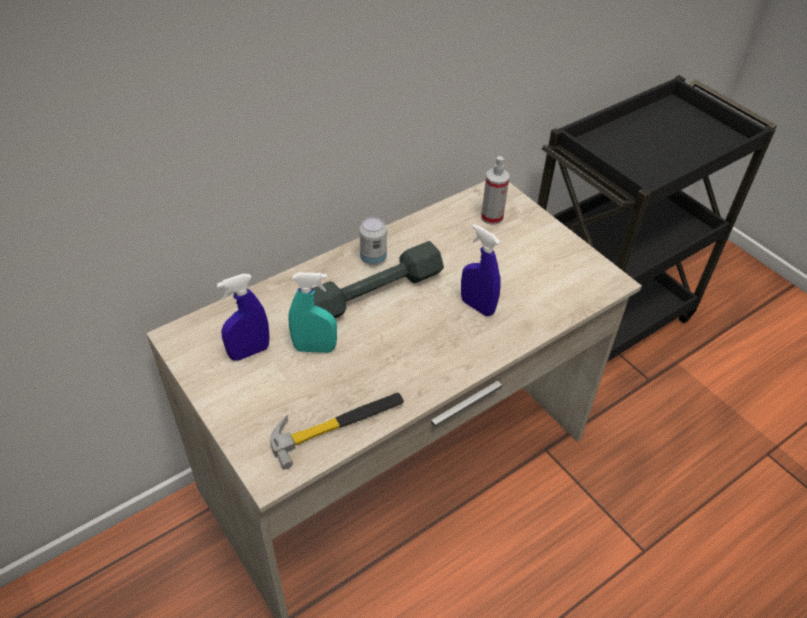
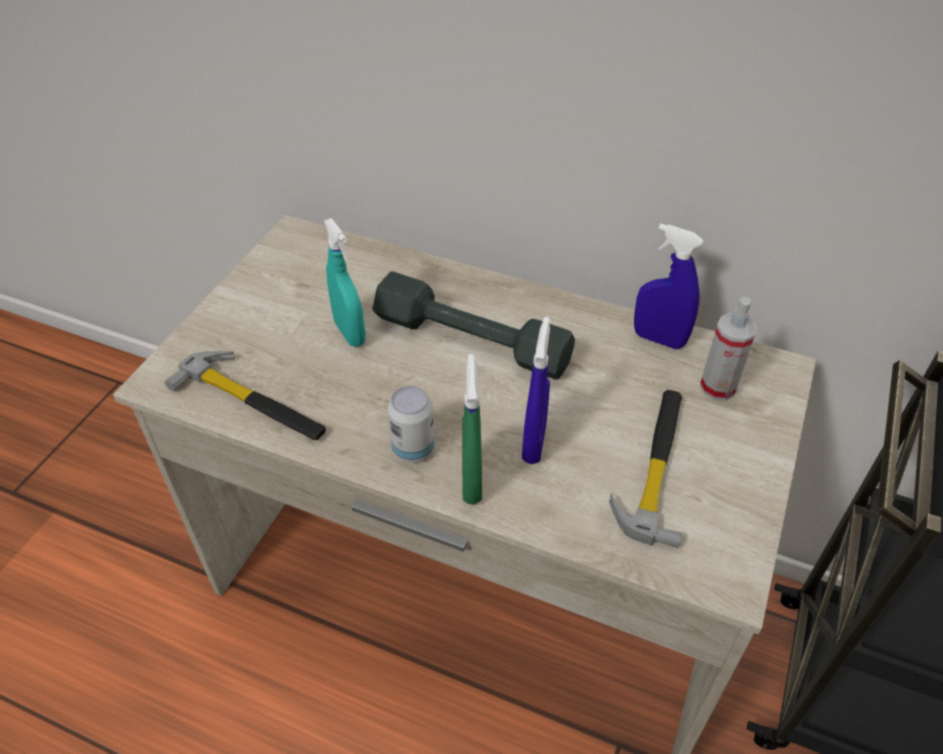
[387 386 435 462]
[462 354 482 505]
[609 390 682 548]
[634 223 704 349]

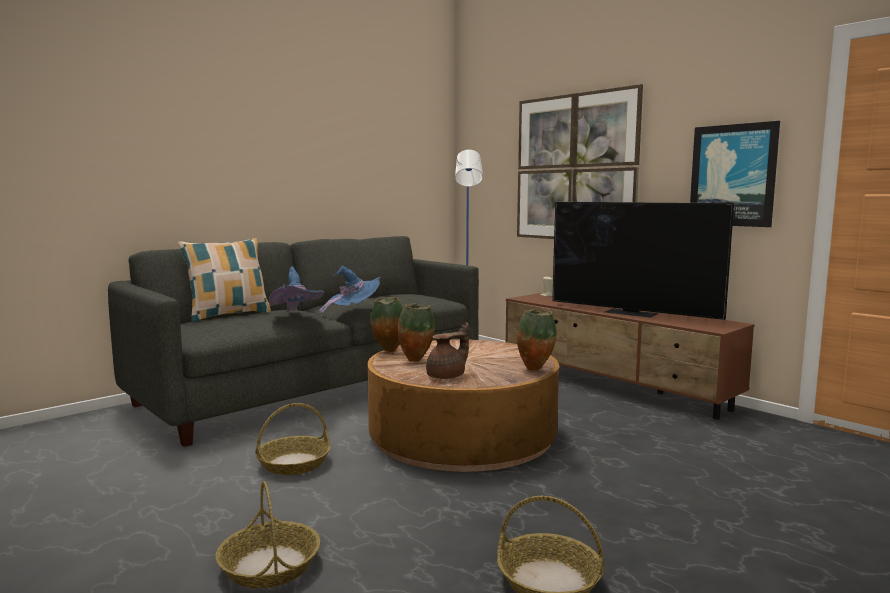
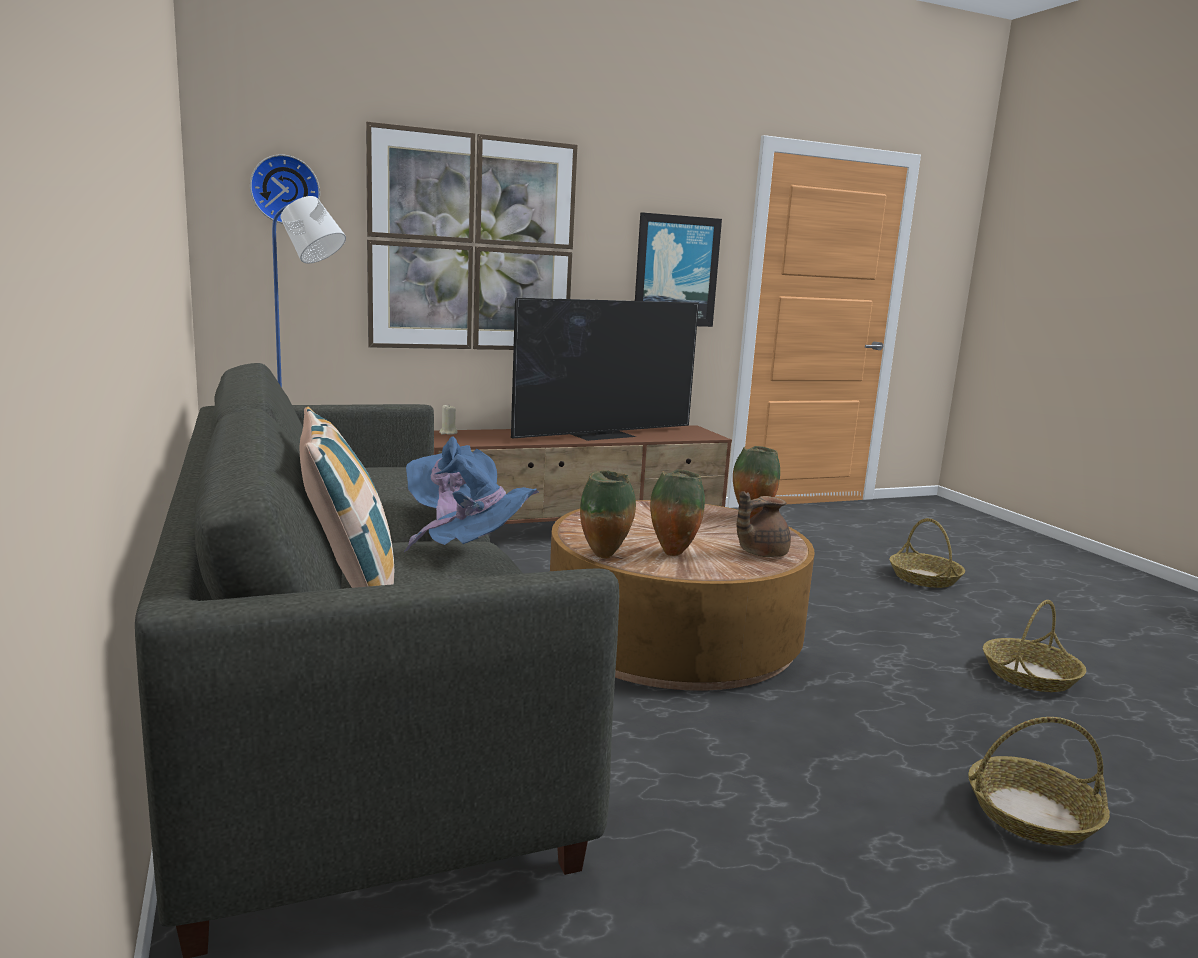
[250 154 320 224]
[737 491 791 557]
[889 518 965 588]

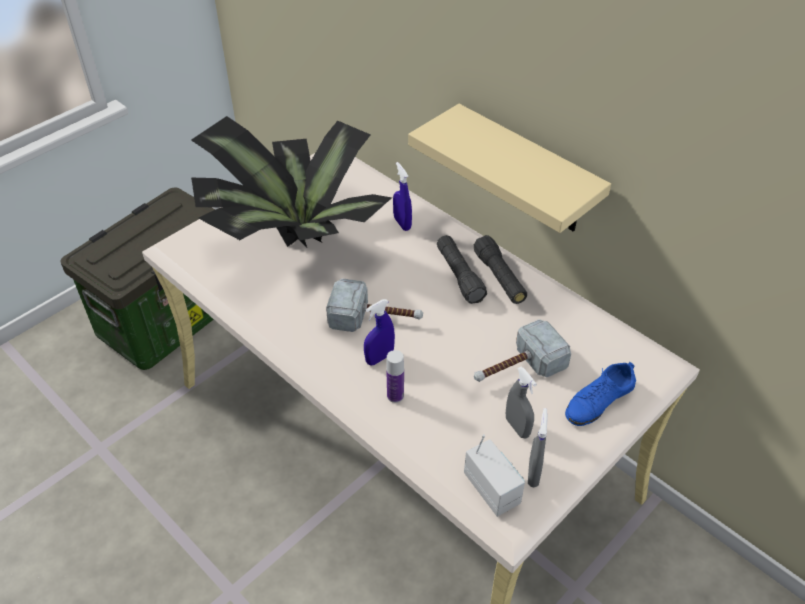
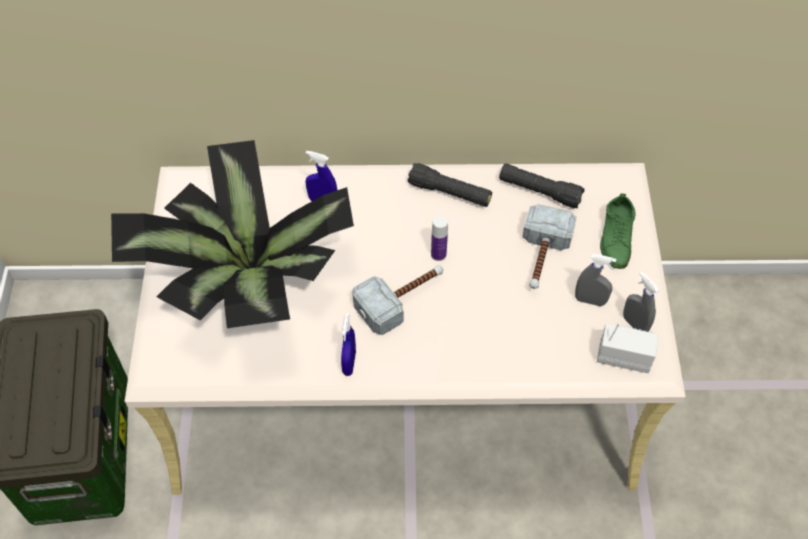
[341 314 356 376]
[431 215 448 261]
[499 163 584 208]
[600 193 635 269]
[408 104 611 233] (first image)

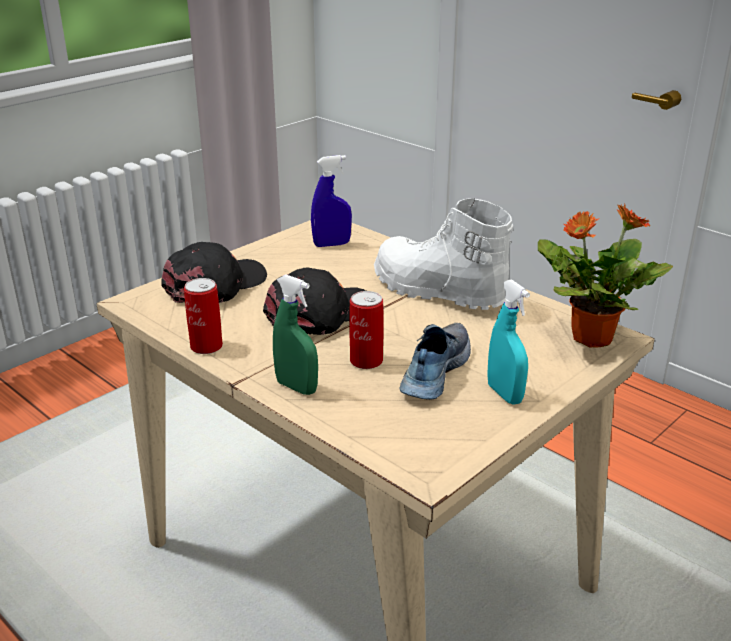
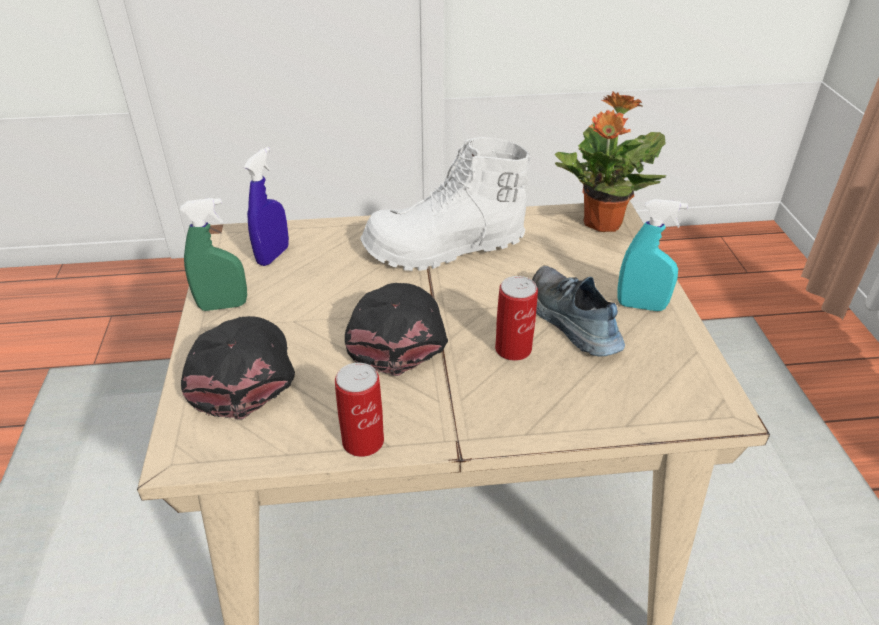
[180 198 247 311]

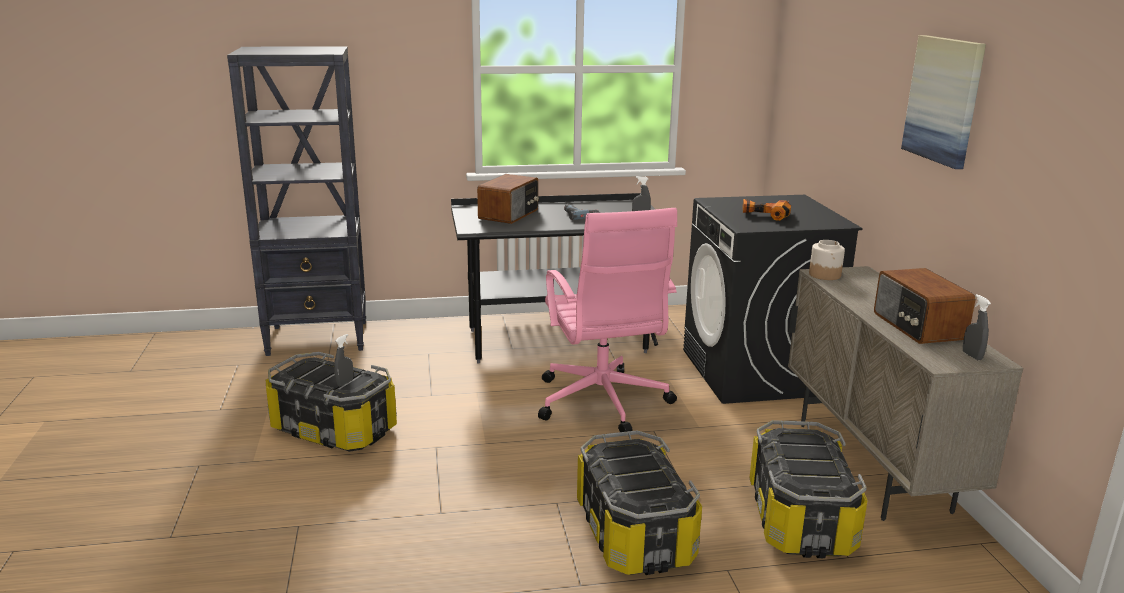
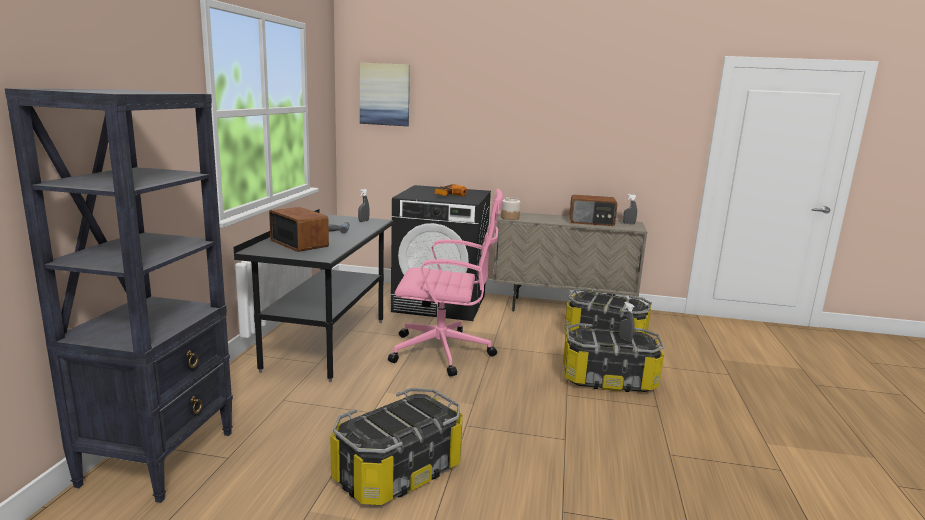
[360 63 410 126]
[619 302 635 342]

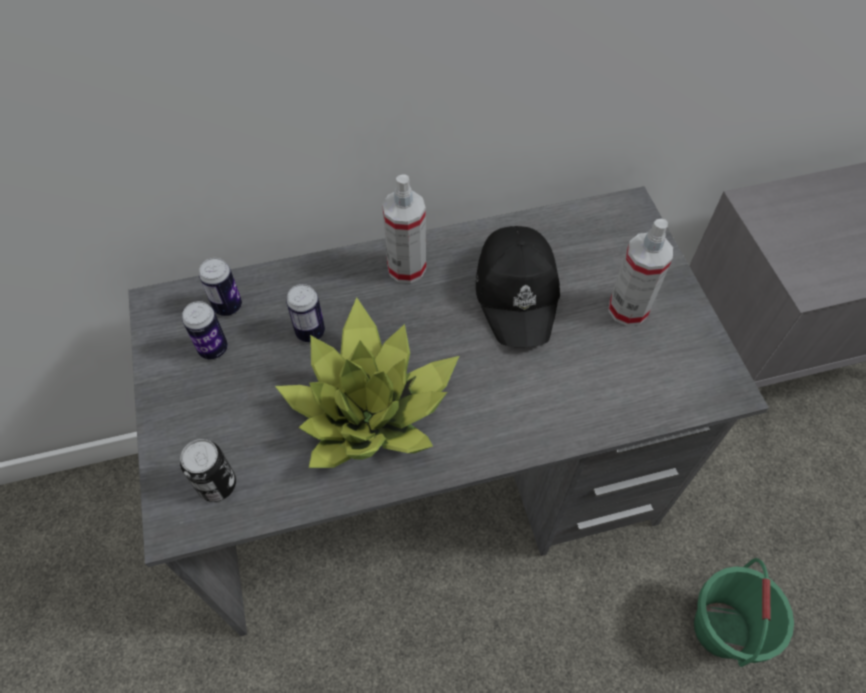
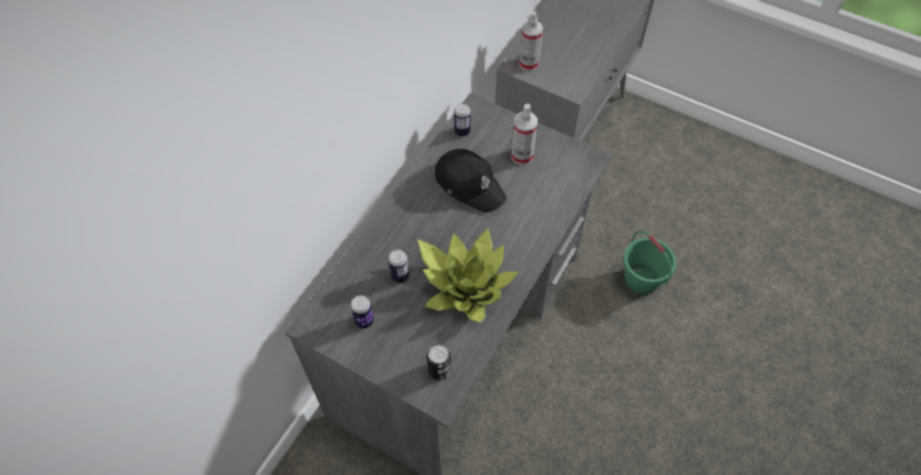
[454 103 471 137]
[519 11 543 71]

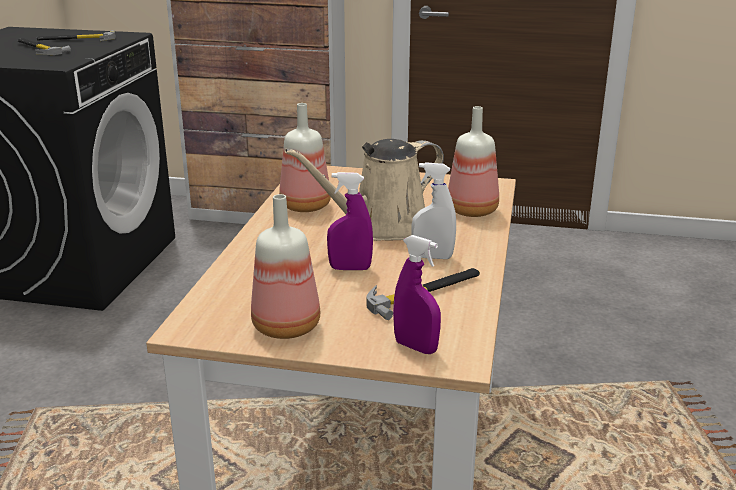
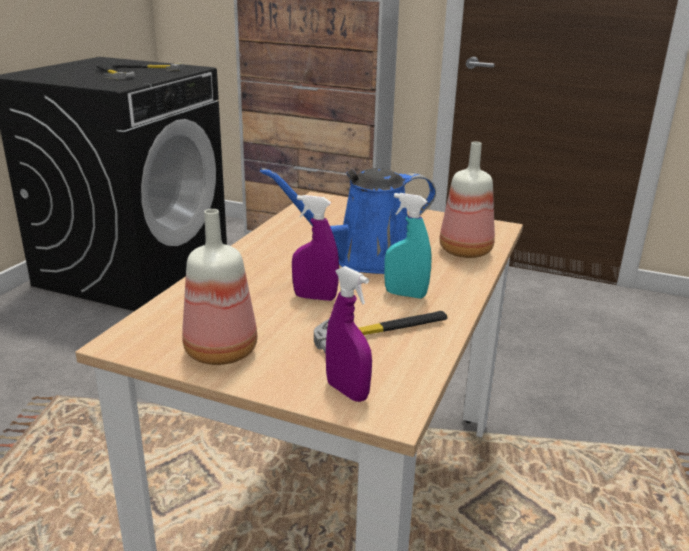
[260 168 436 274]
[384 193 432 298]
[279 103 331 212] (first image)

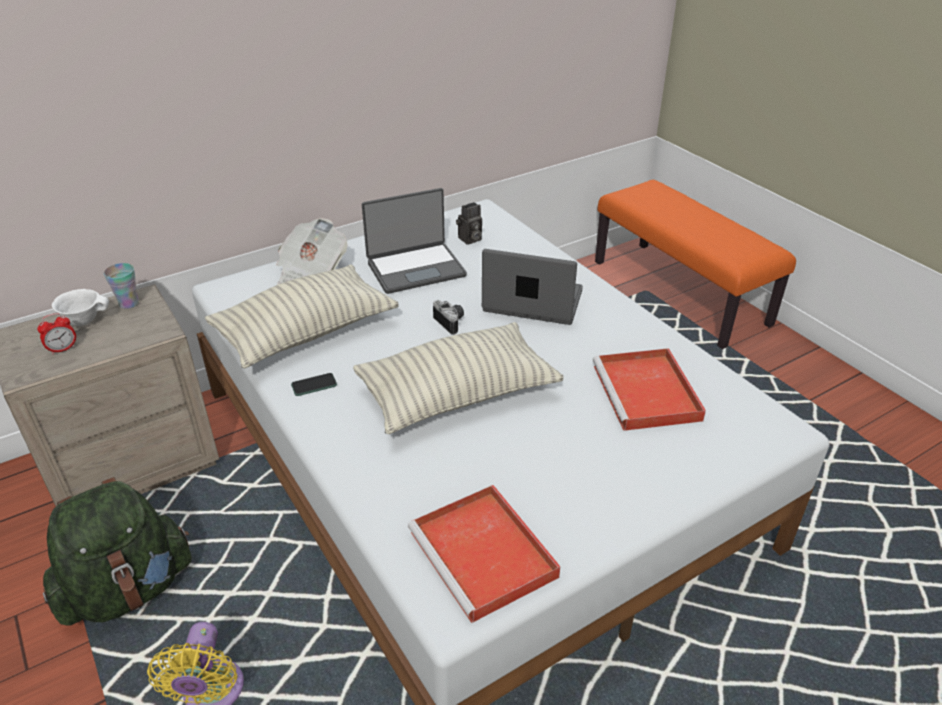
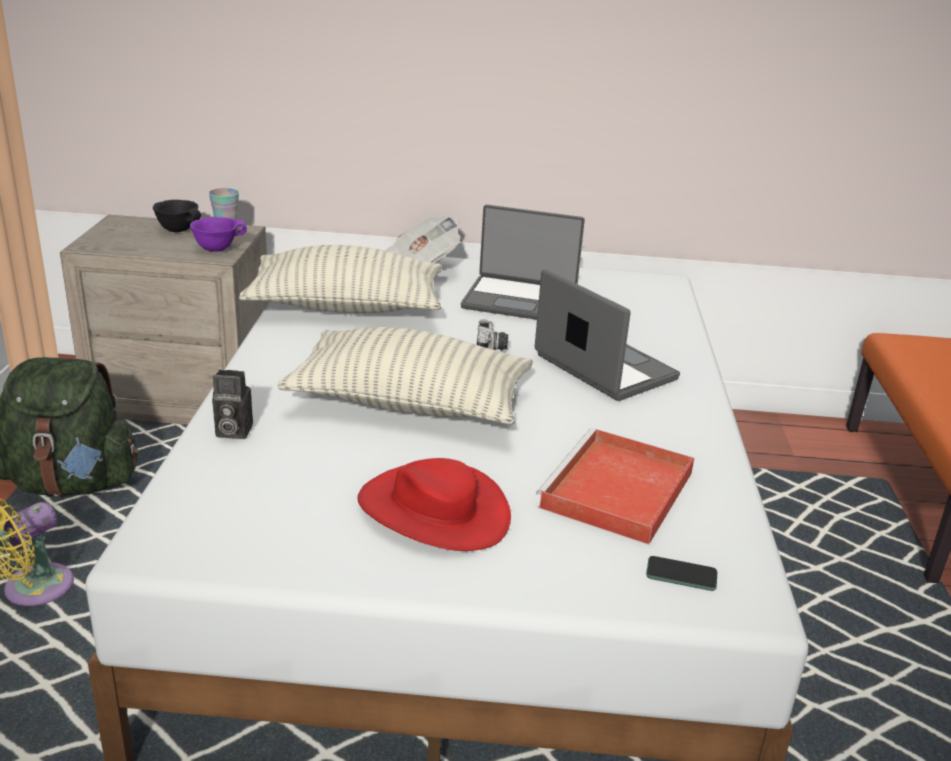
[153 200 201 232]
[190 217 247 252]
[212 370 253 439]
[357 458 511 551]
[646 556 717 591]
[37 313 76 354] (first image)
[408 485 560 623] (first image)

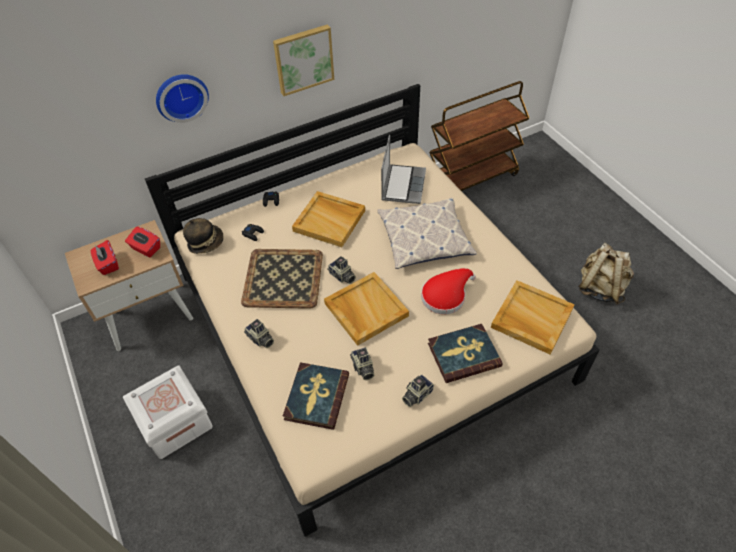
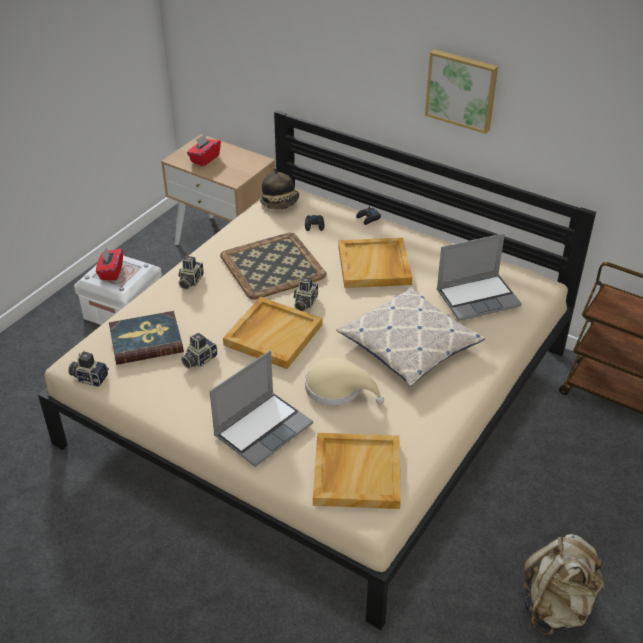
[68 350 109 387]
[96 247 123 280]
[210 350 313 467]
[305 358 384 406]
[156 74 209 123] (first image)

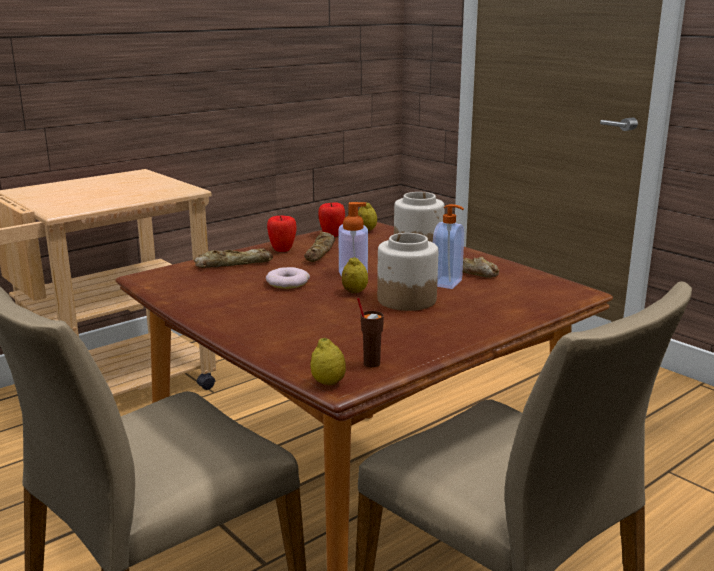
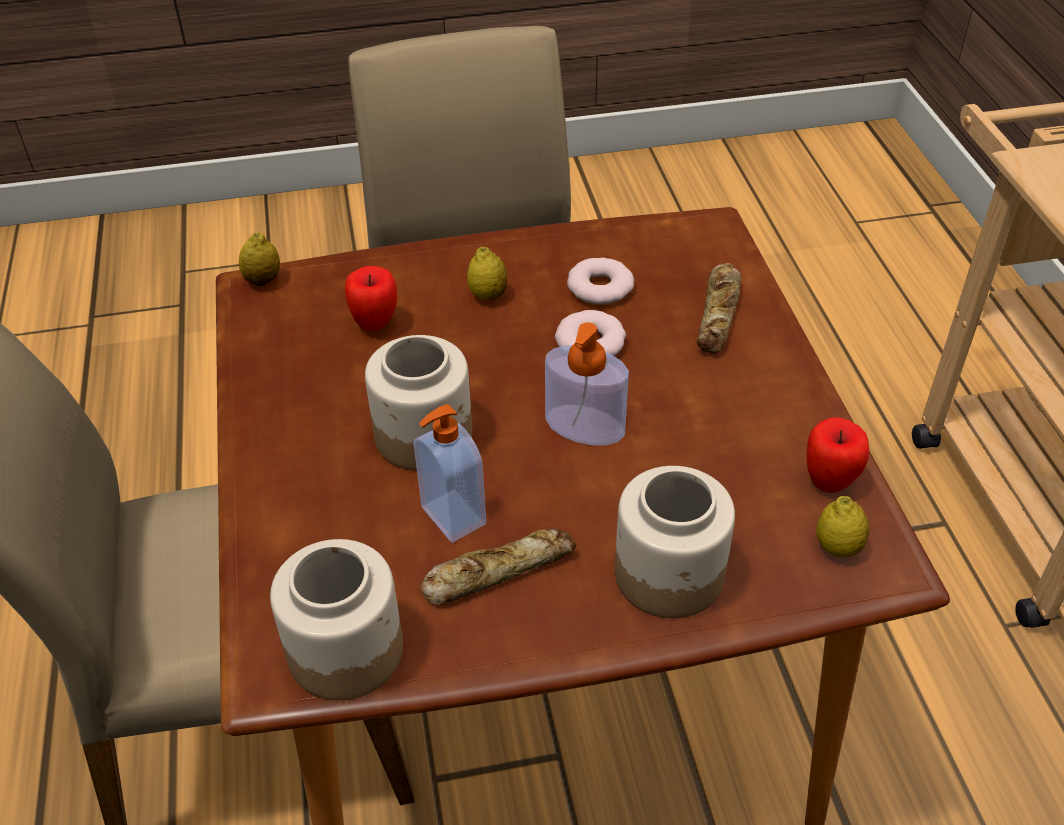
[270 539 403 700]
[345 266 397 331]
[467 247 507 300]
[567 258 634 305]
[304 232 335 262] (first image)
[357 297 384 368] (first image)

